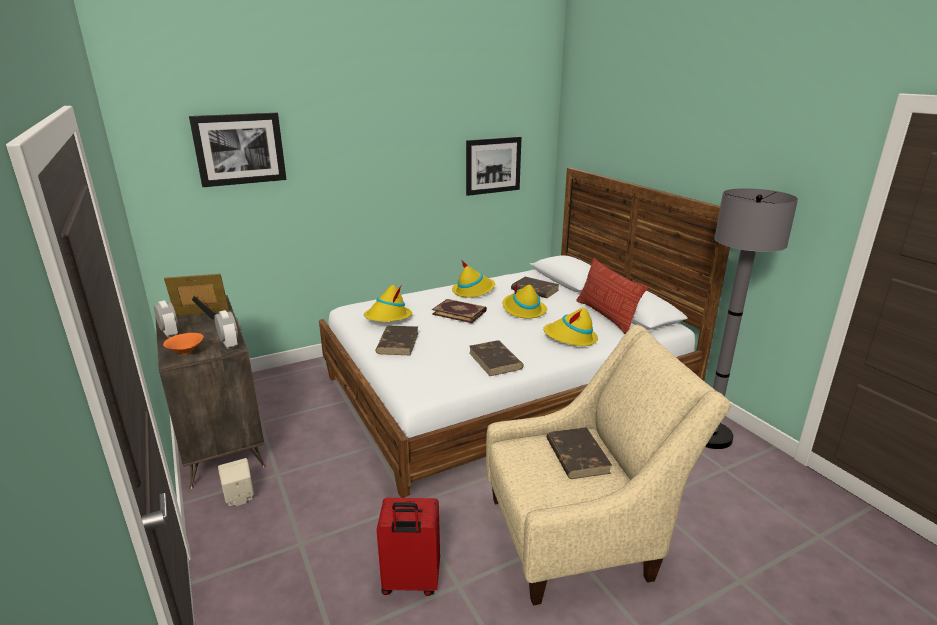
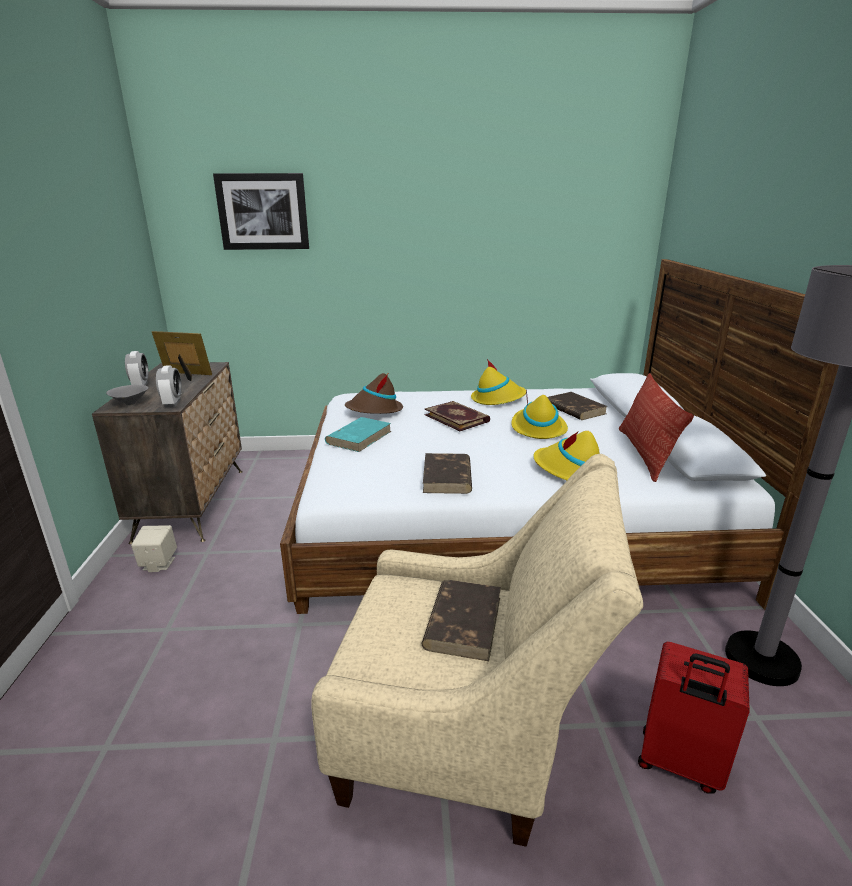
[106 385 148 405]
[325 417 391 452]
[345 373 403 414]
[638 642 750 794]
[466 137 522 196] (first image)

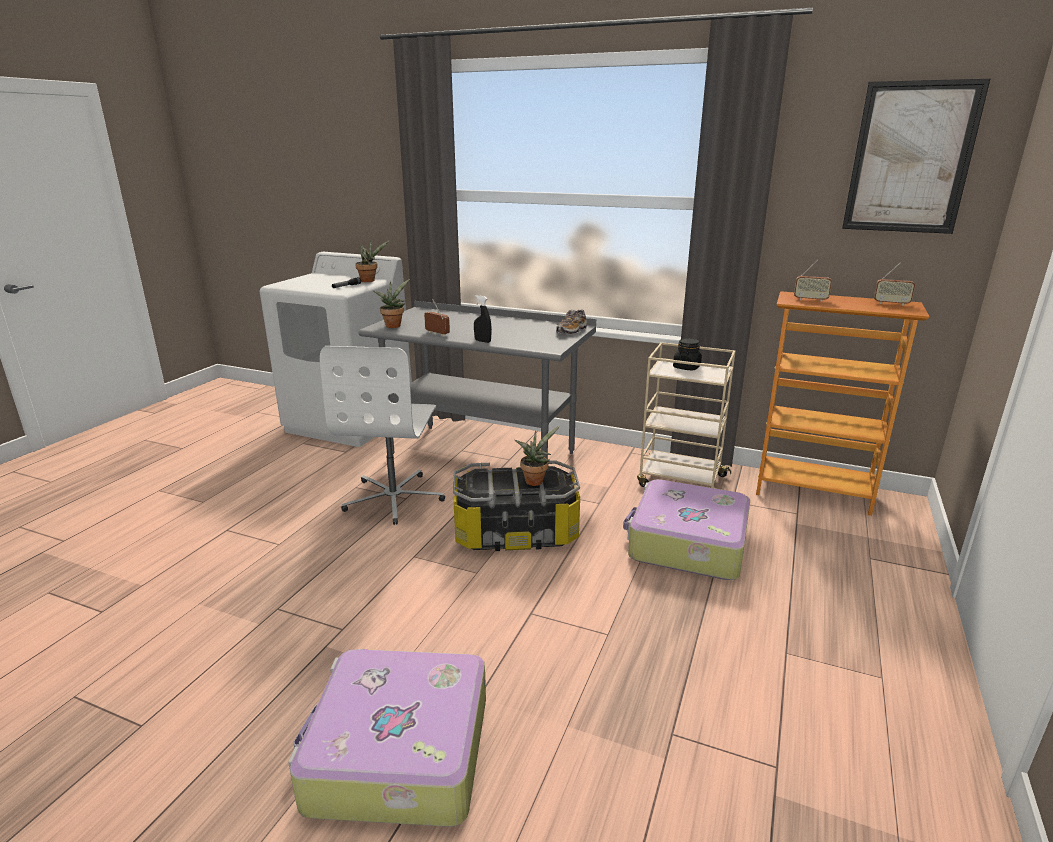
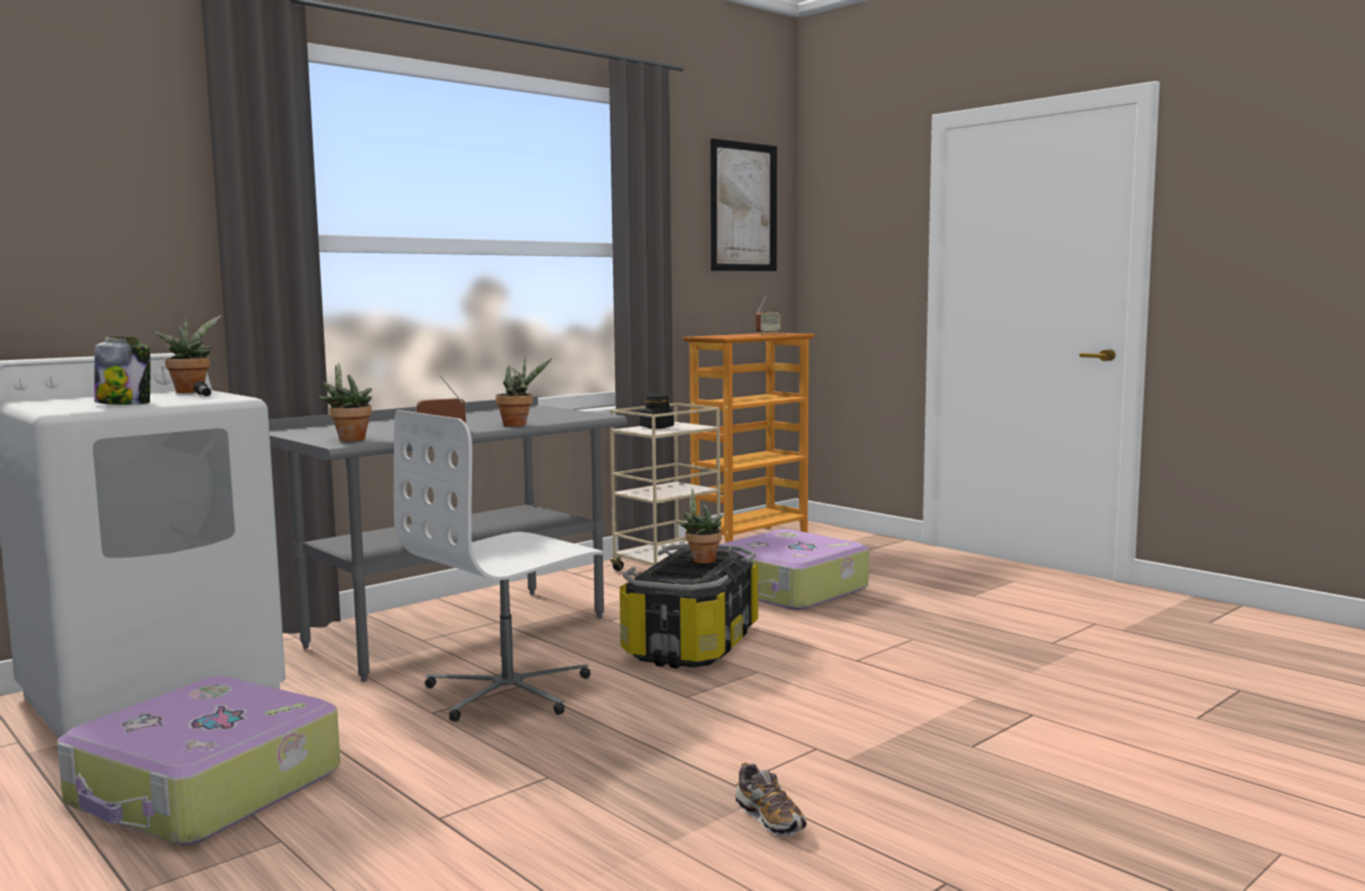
[57 676 340 845]
[94 336 150 405]
[394 410 603 722]
[496 357 552 426]
[735 762 807 837]
[794 259 832 302] (first image)

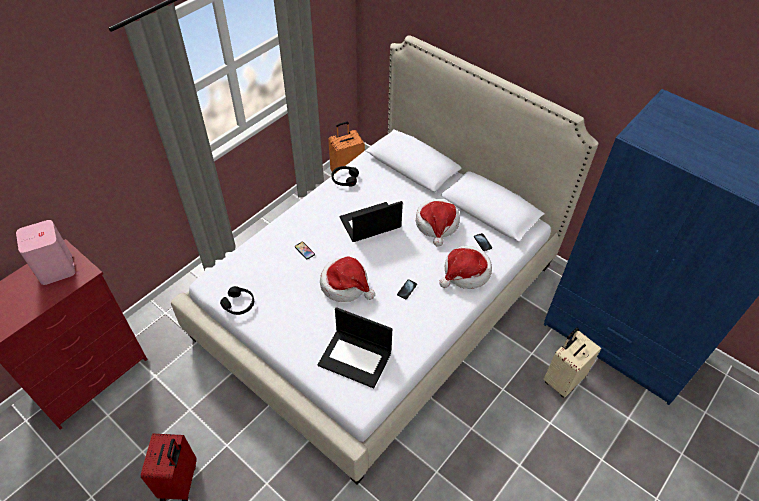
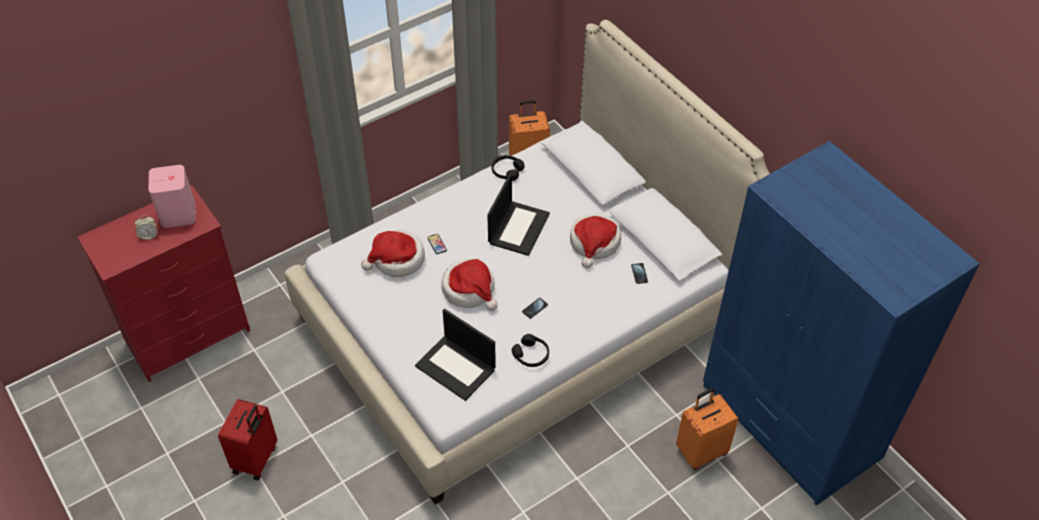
[135 216 157 240]
[361 230 425 277]
[487 173 550 256]
[512 334 549 367]
[676 388 739 470]

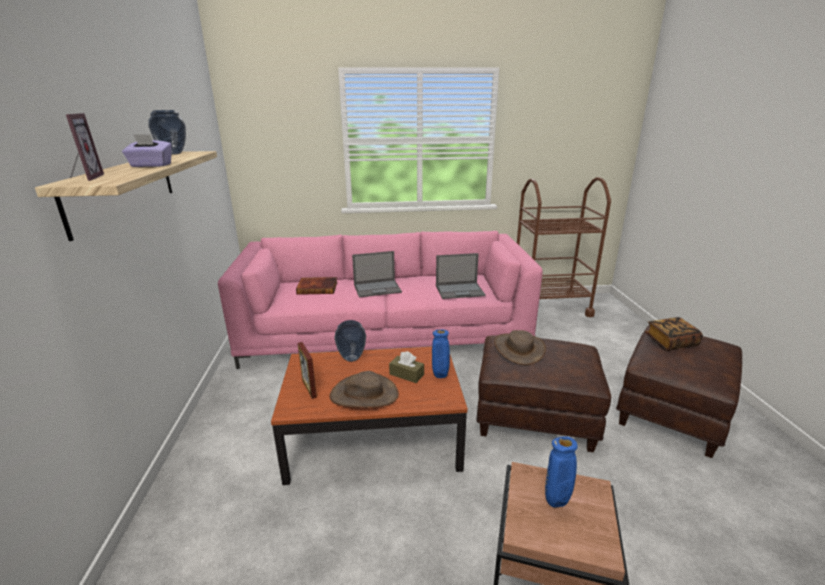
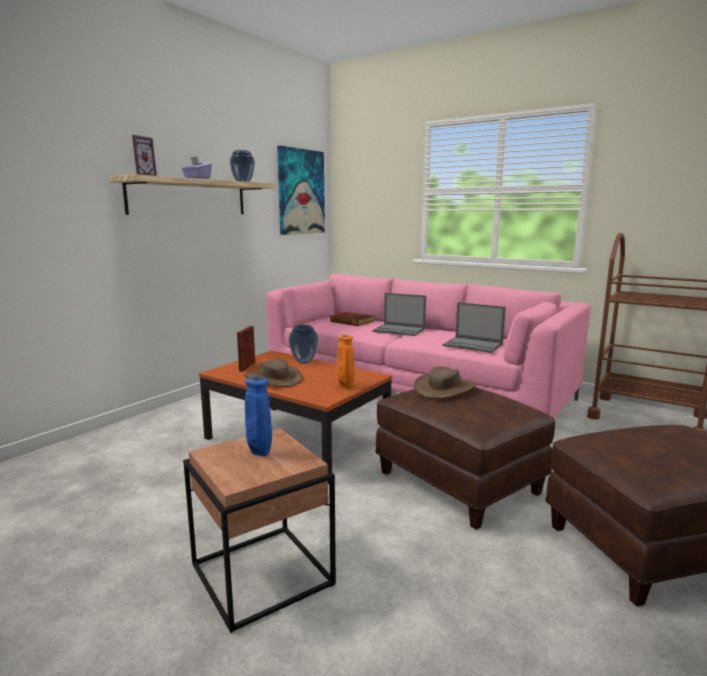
[277 145 325 235]
[337 335 354 388]
[389 351 424 383] (first image)
[645 317 703 351] (first image)

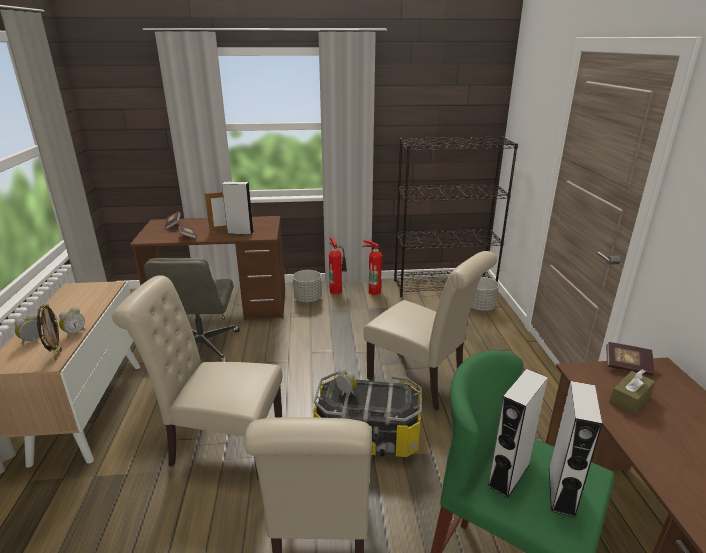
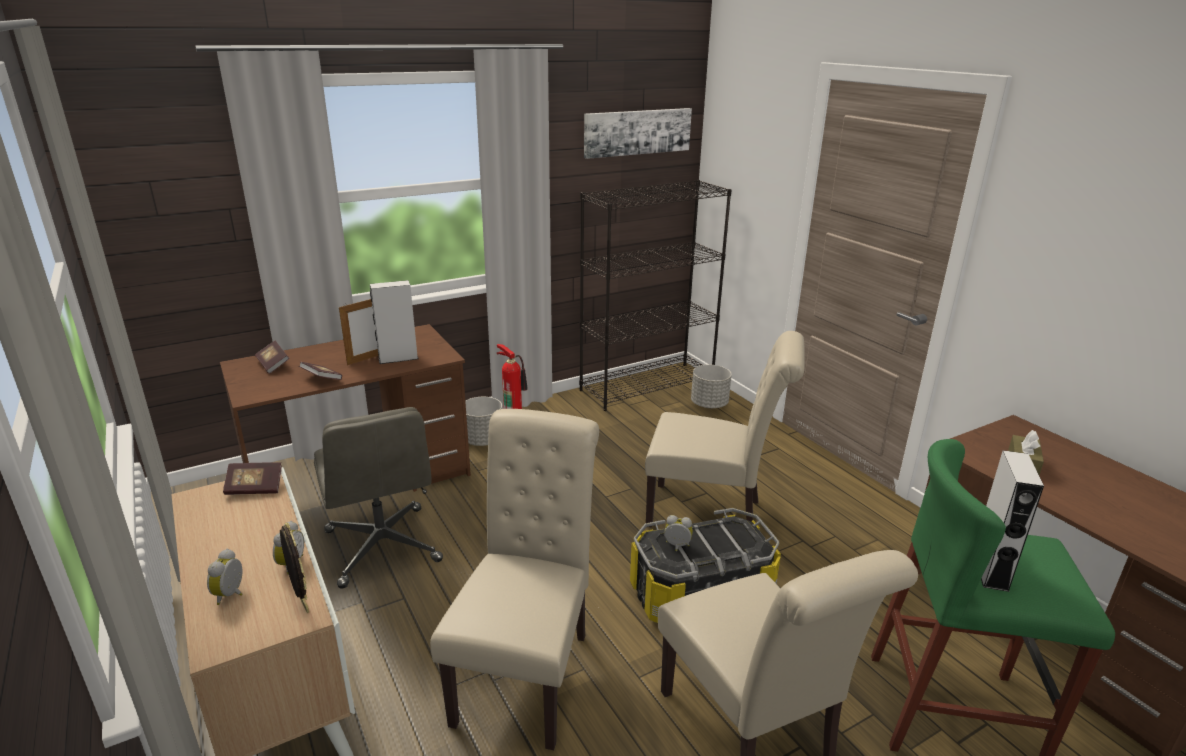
[223 462 282 495]
[430 409 599 750]
[584 108 692 159]
[363 240 384 295] (first image)
[549 381 602 518] (first image)

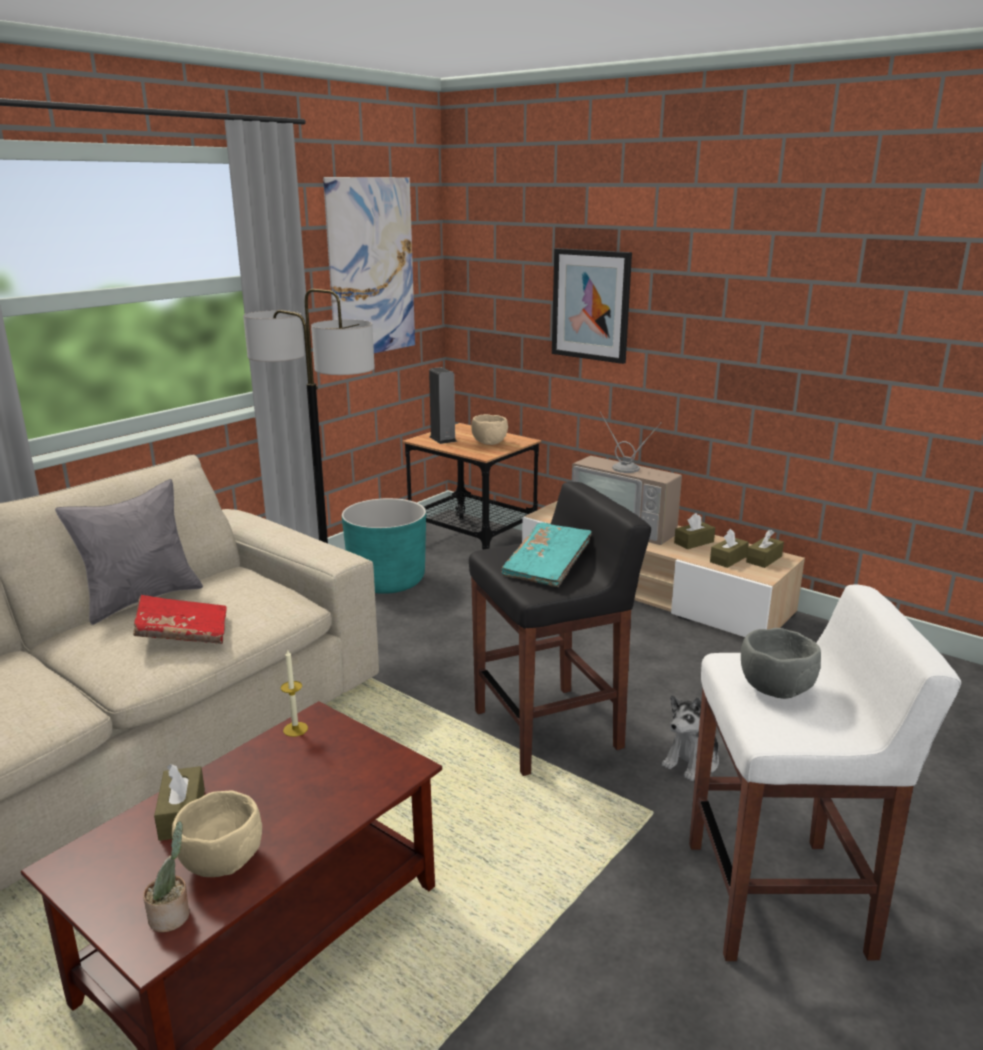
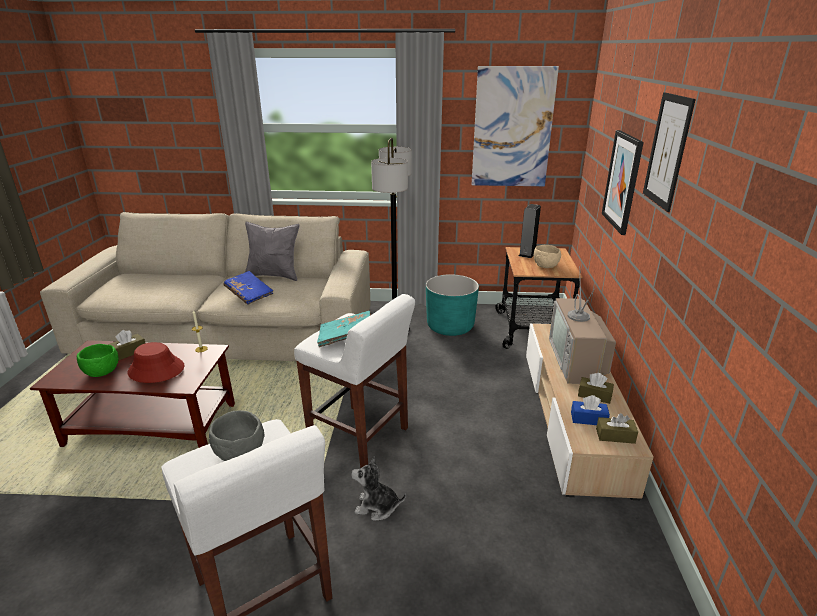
[77 344 119 377]
[127 342 184 383]
[224 271 274 305]
[294 294 415 468]
[571 395 610 425]
[643 92 696 212]
[143 821 190 933] (first image)

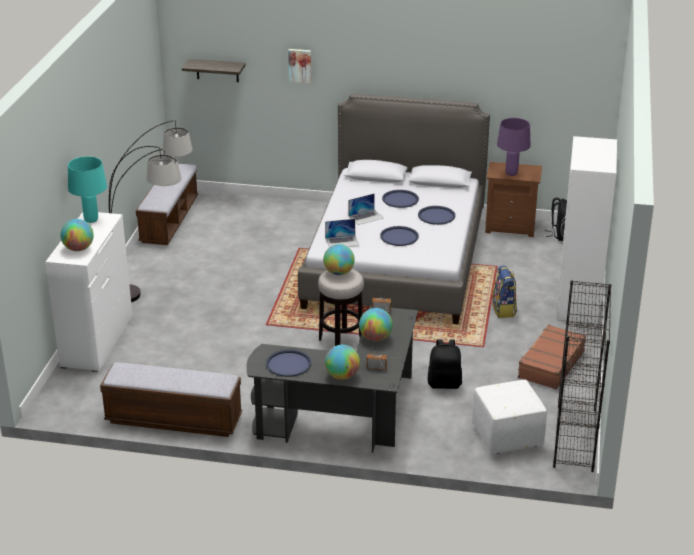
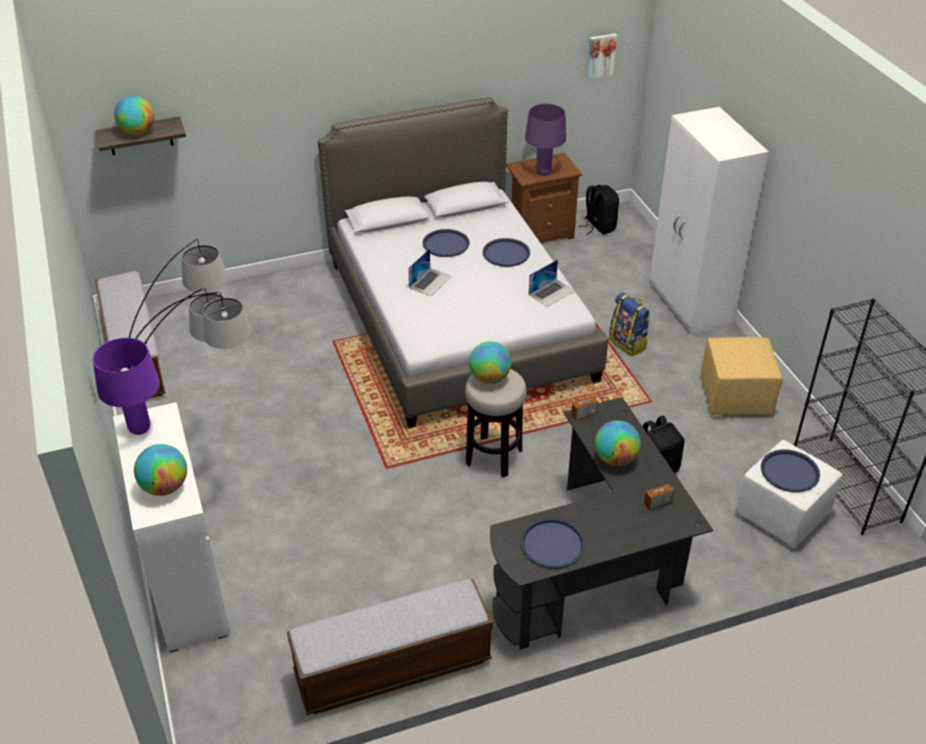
[93 338 160 435]
[114 95 155 135]
[529 260 575 307]
[587 33 617 79]
[701 337 783 415]
[761 449 820 492]

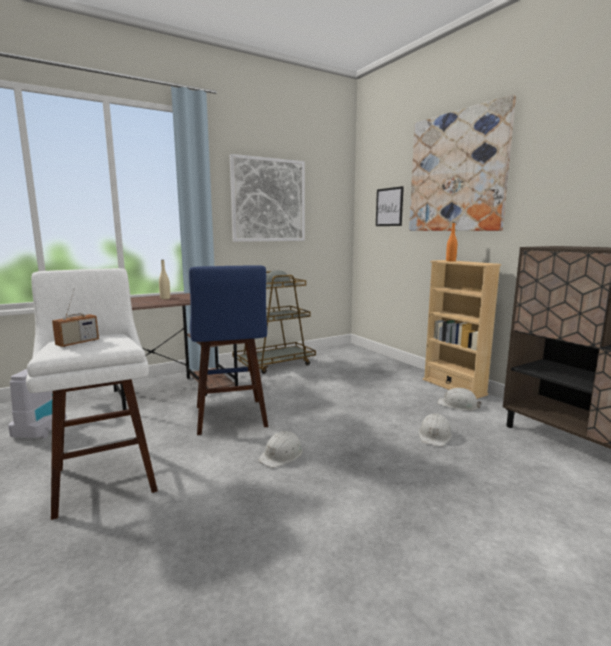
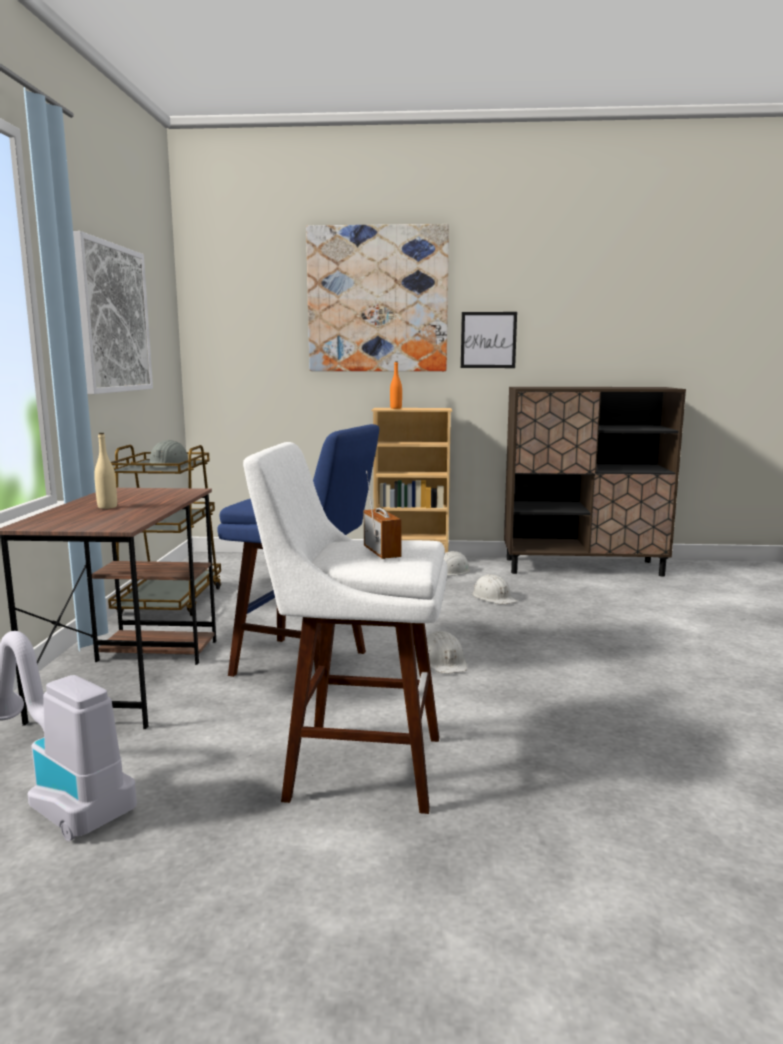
[461 312 517 368]

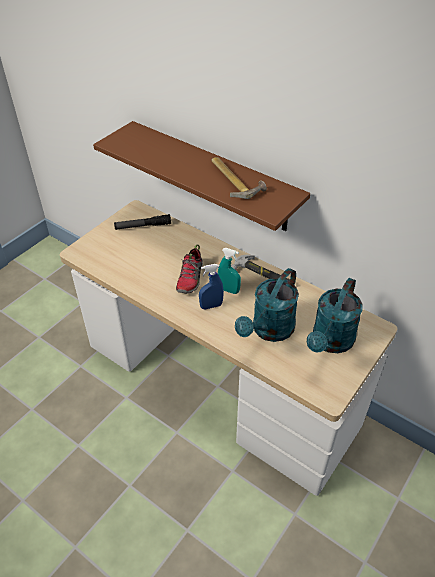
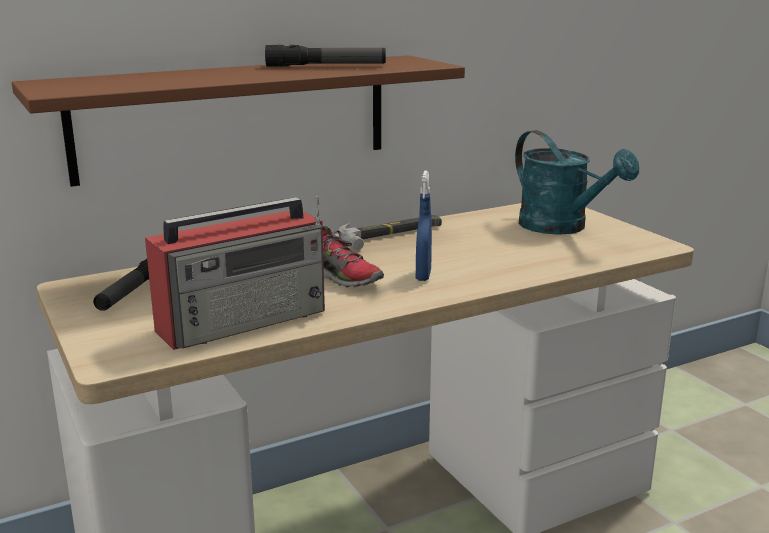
[145 196 325 350]
[265 45 386 67]
[218 248 241 294] (first image)
[235 268 299 342] (first image)

